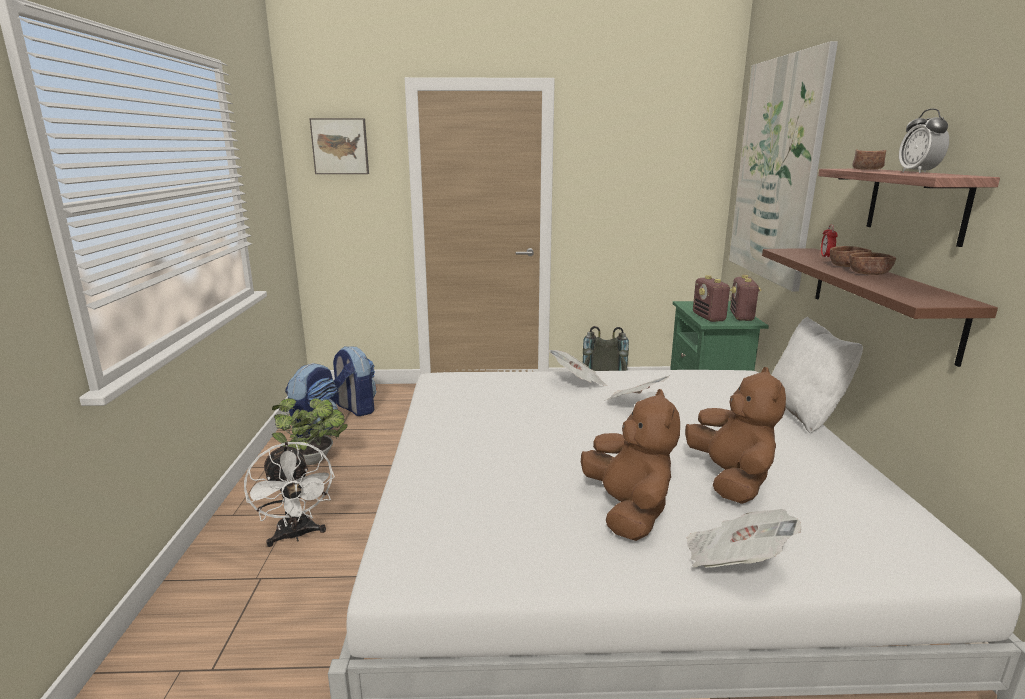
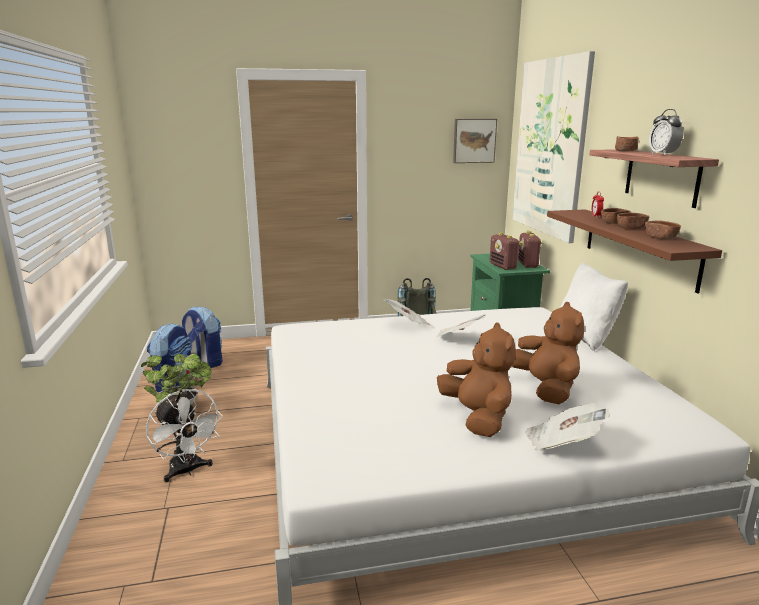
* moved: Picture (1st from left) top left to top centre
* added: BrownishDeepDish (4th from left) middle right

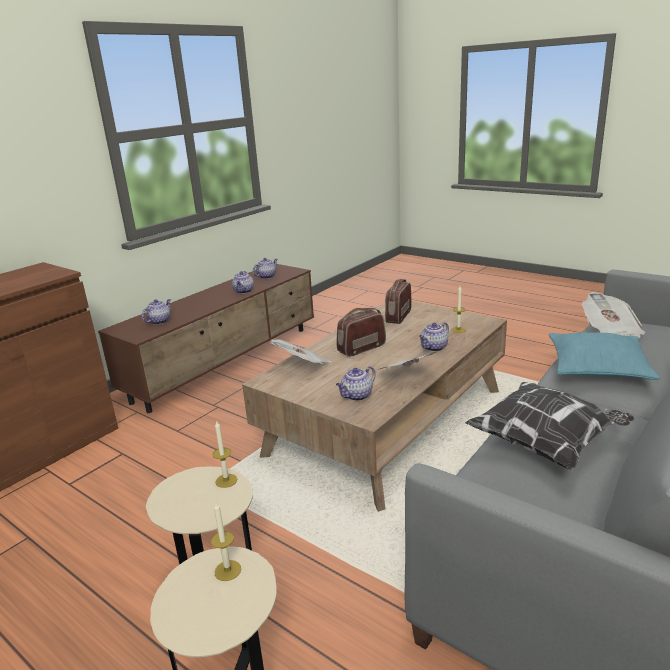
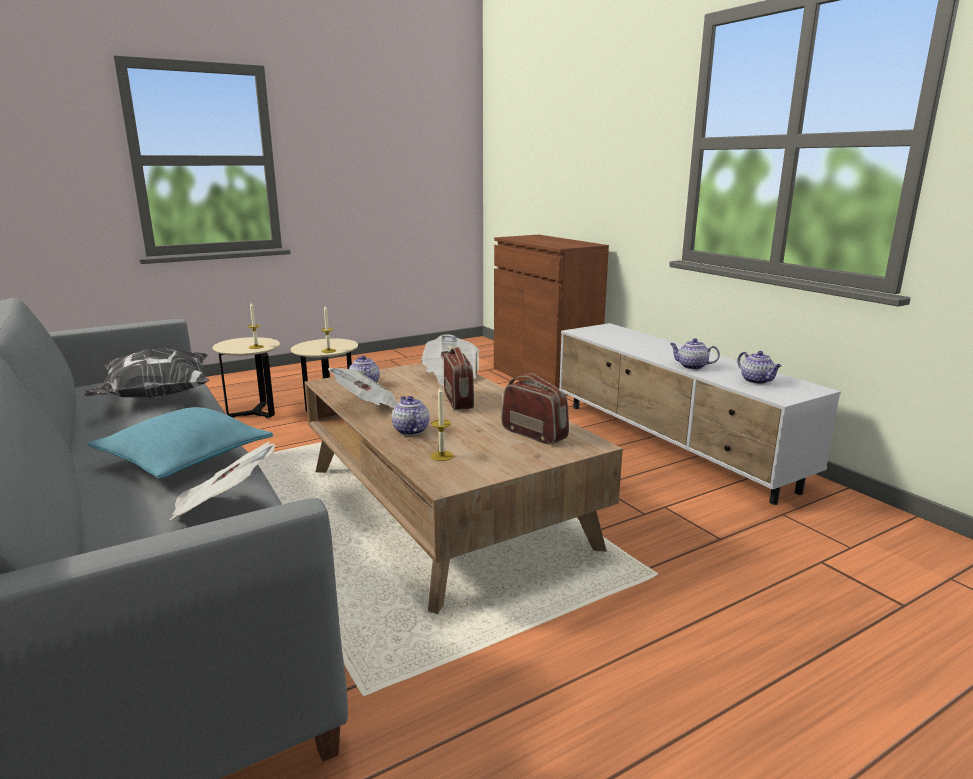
* recoloured: BrownishTvStand middle left to WhiteTvStand middle right
* removed: Teapot (1st from left) middle left

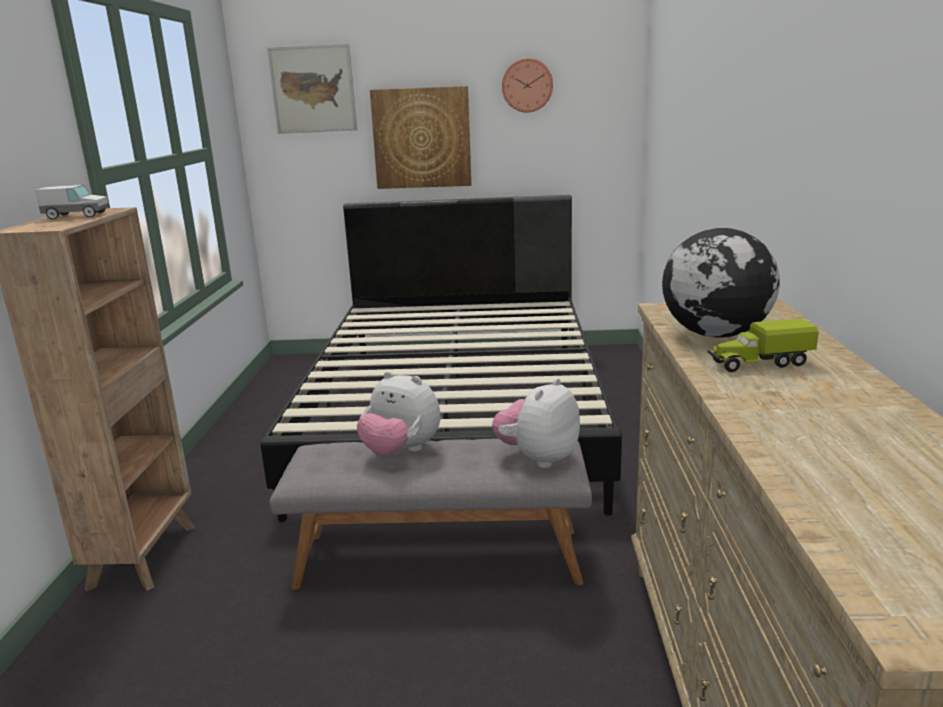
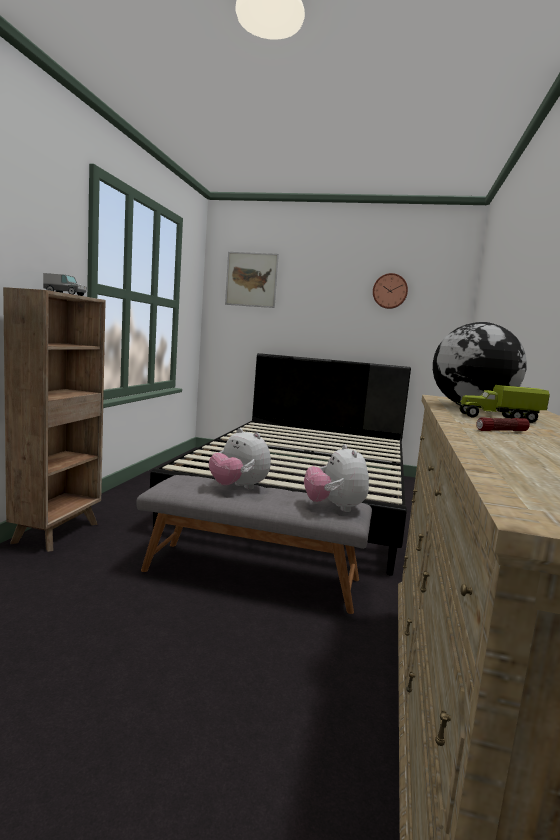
* turned: CuddlyToy (2nd from left) centre = centre 60 degrees counterclockwise
* added: HandTorch middle right
* removed: Picture (2nd from left) top centre

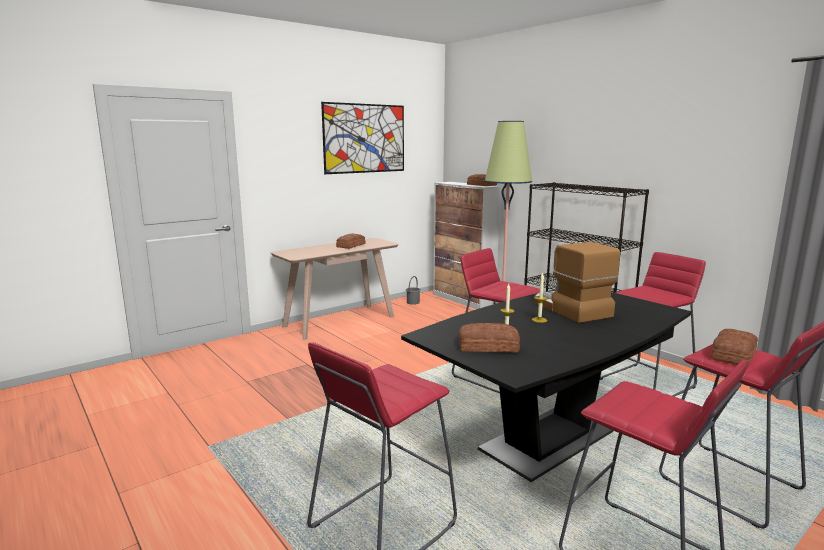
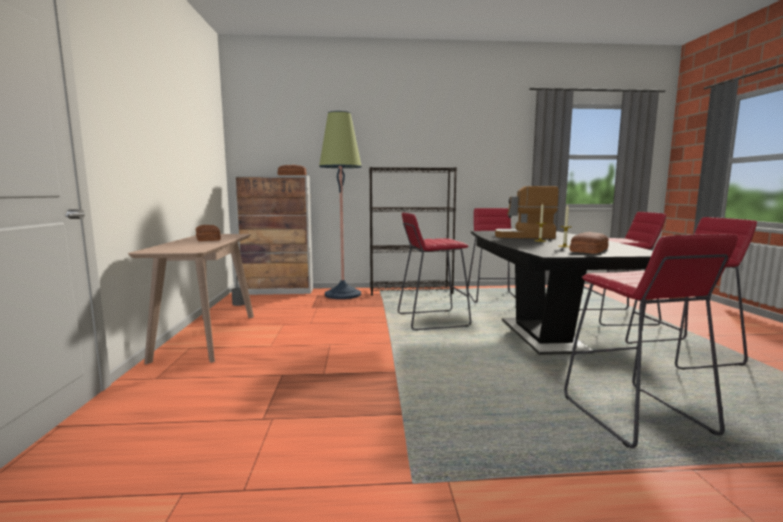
* removed: Picture top centre
* removed: BakeryBread (4th from left) middle right

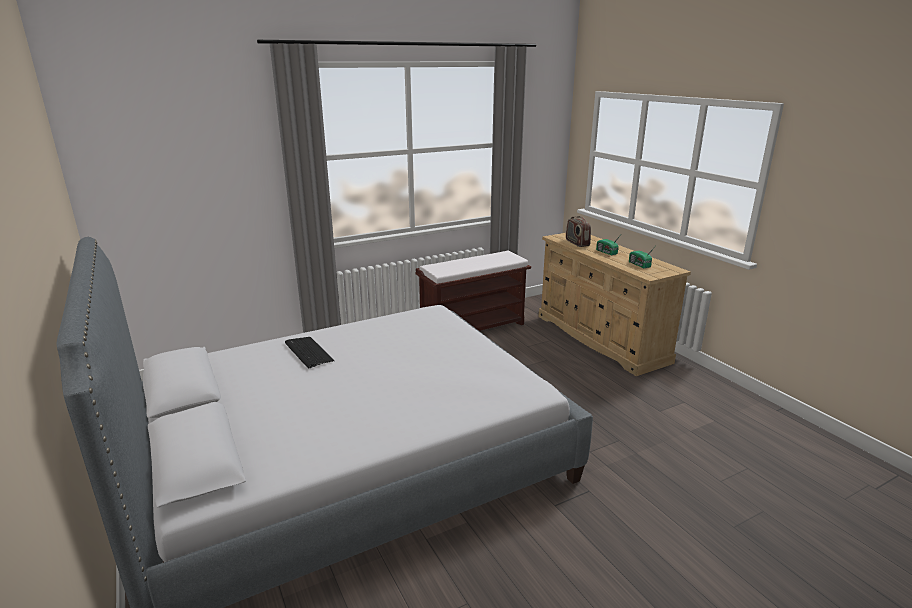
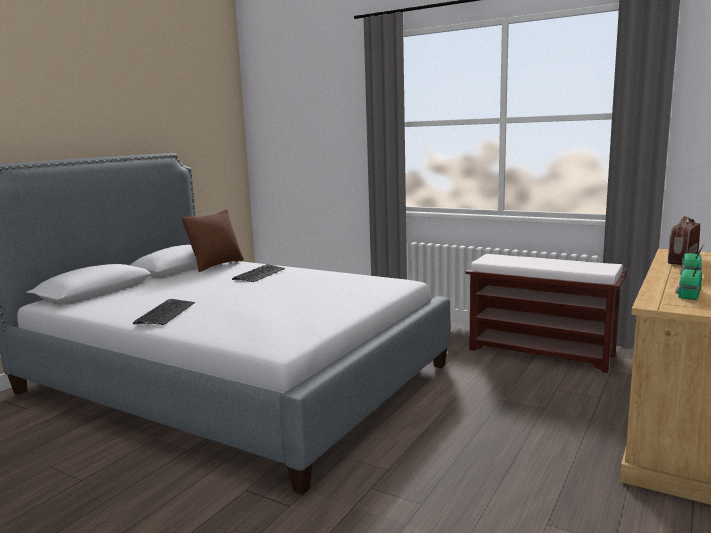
* added: PcKeyboard (1st from left) middle left
* added: BrownishCushion middle left

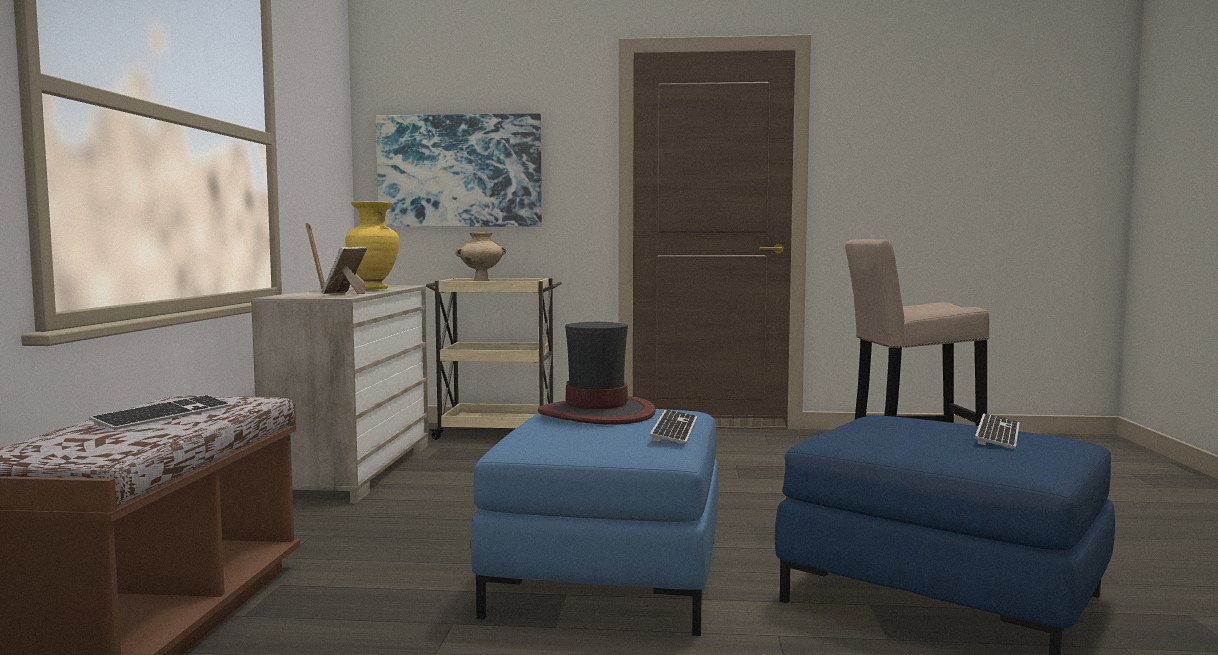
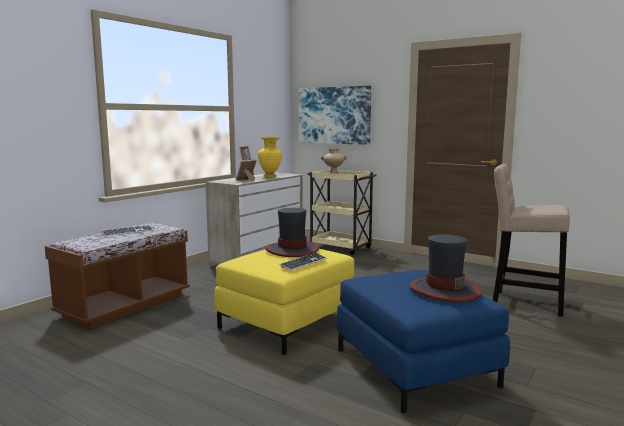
* recoloured: BlueColouredFootrest (1st from left) bottom centre to YellowColouredFootrest bottom centre
* replaced: PcKeyboard (3rd from left) middle right to ClothingHat (2nd from left) middle right

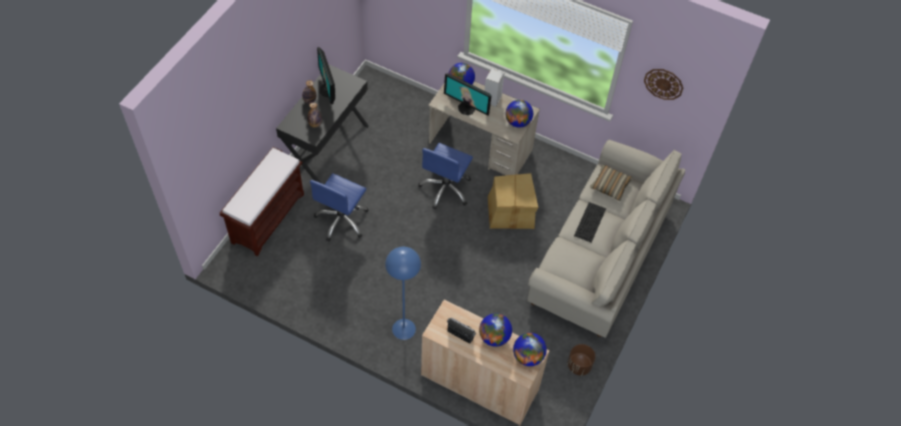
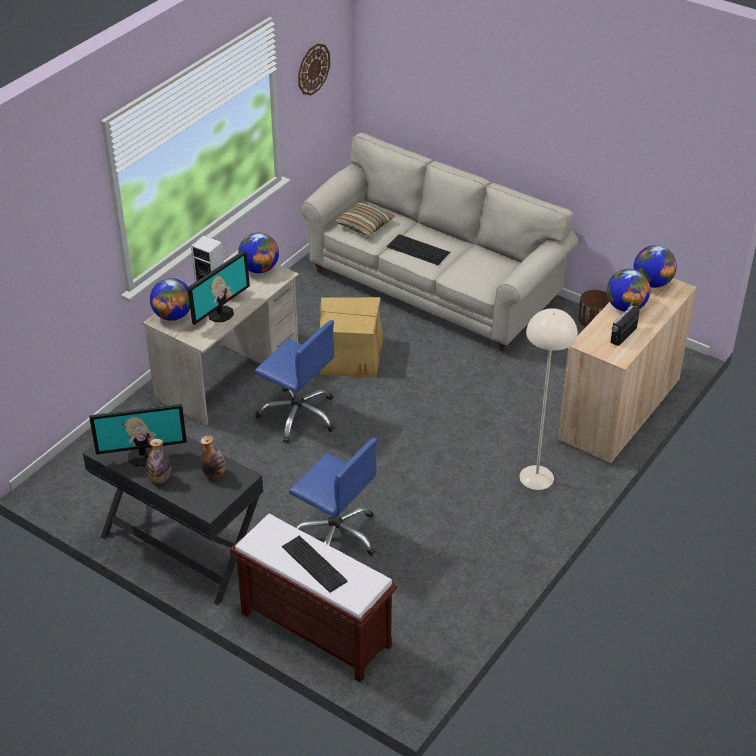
* added: PcKeyboard (1st from left) bottom centre
* recoloured: BlueColouredStandardLamp bottom centre to BeigeColouredStandardLamp middle right

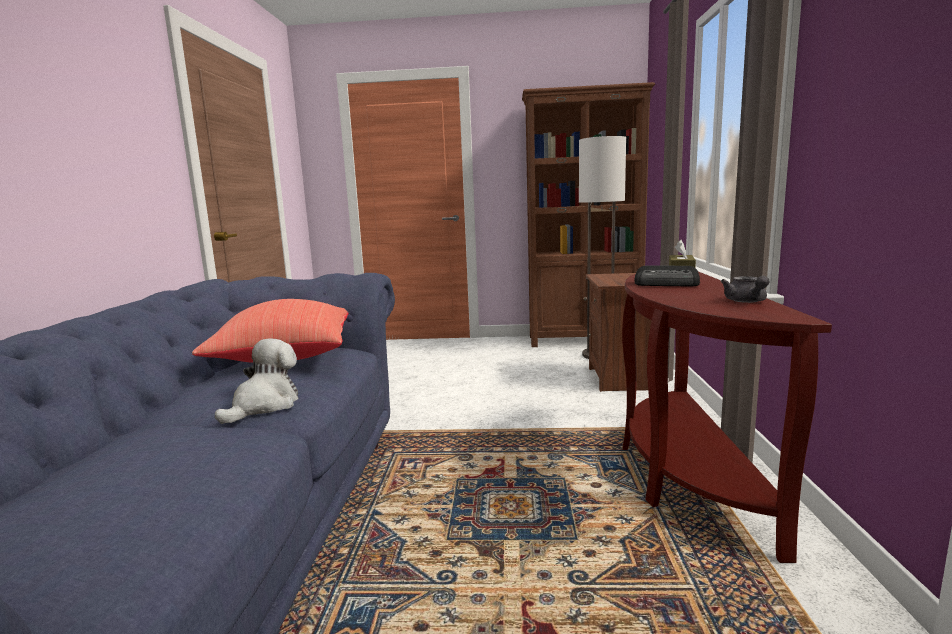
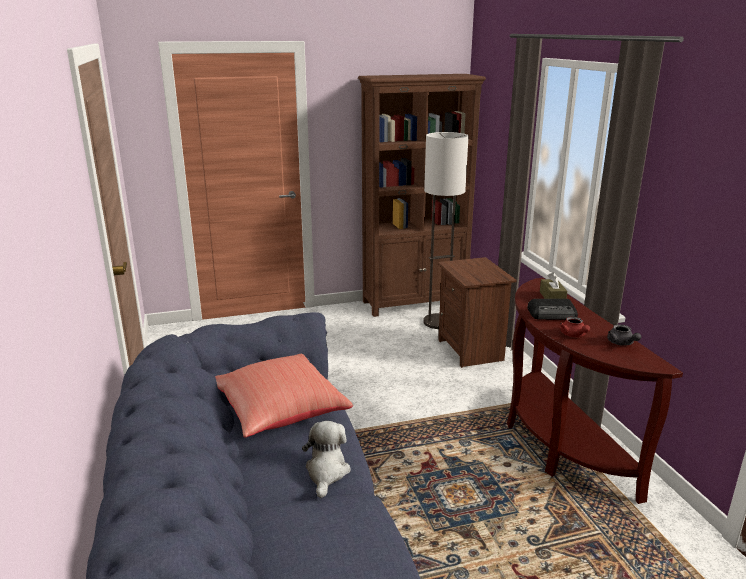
* added: RedColouredTeapot middle right

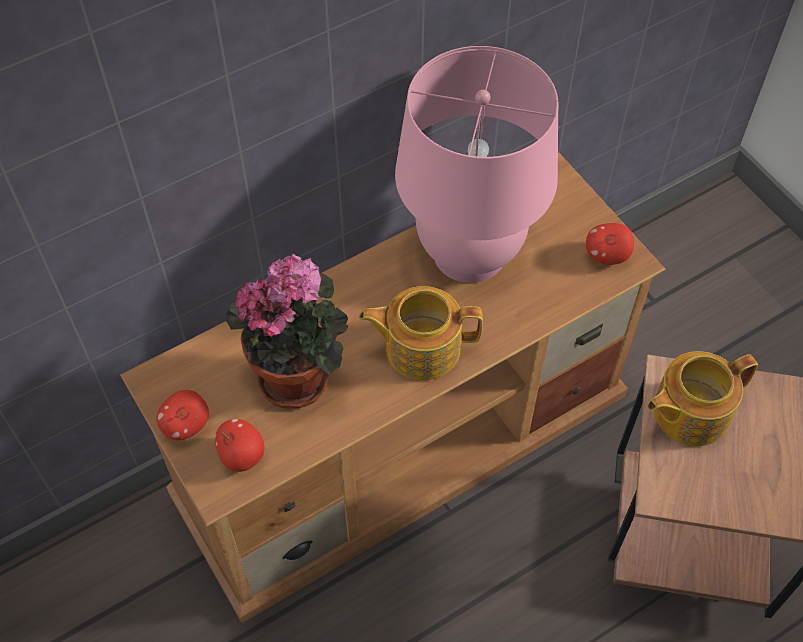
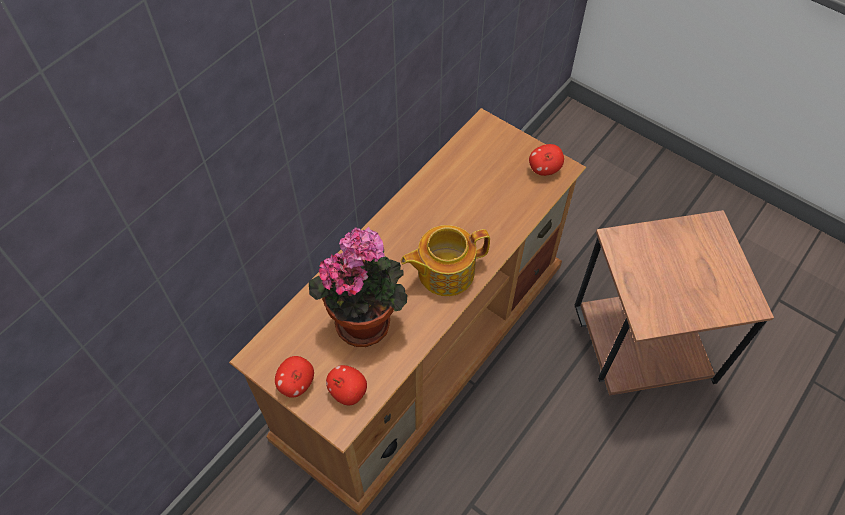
* removed: PinkishLampForATable top centre
* removed: Teapot (2nd from left) middle right

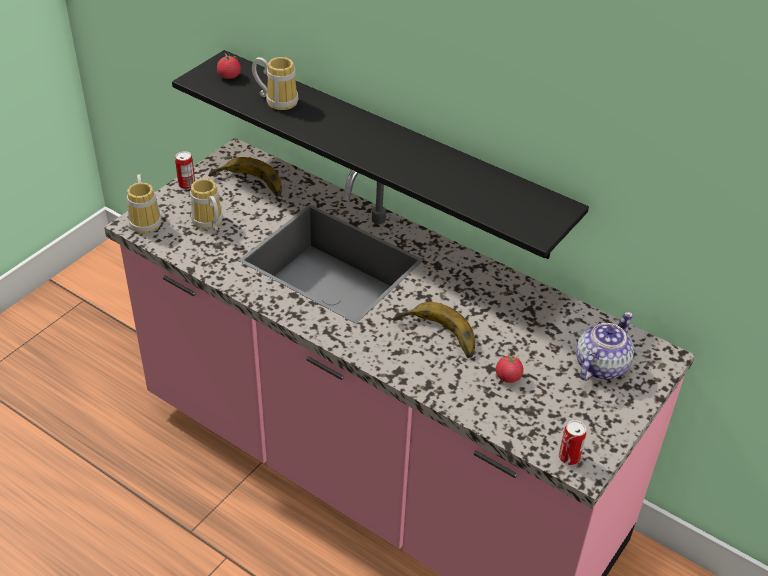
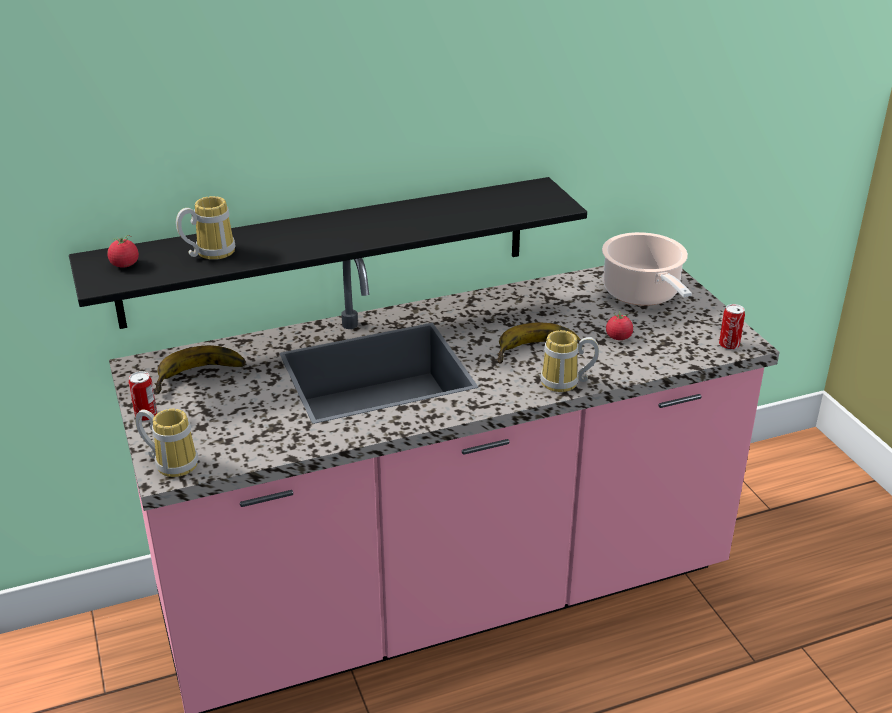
* moved: CoffeeMug (2nd from left in the first image) middle left to CoffeeMug (3rd from left) centre
* replaced: Teapot middle right to Stockpot middle right

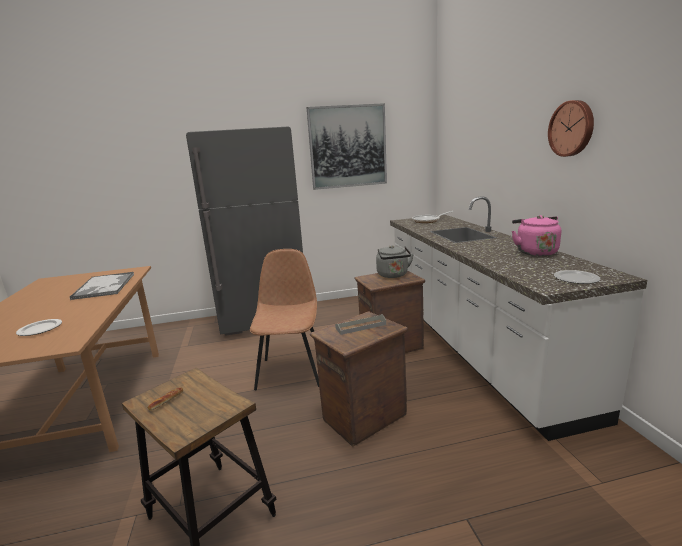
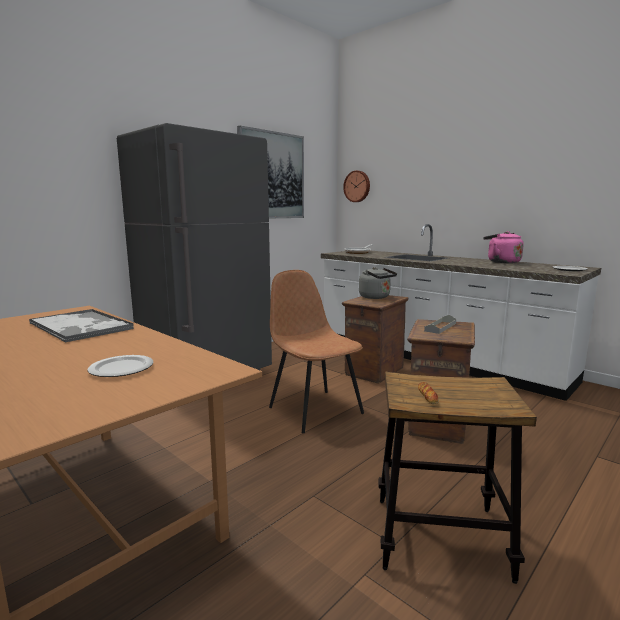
* moved: WallClock top right to top centre

